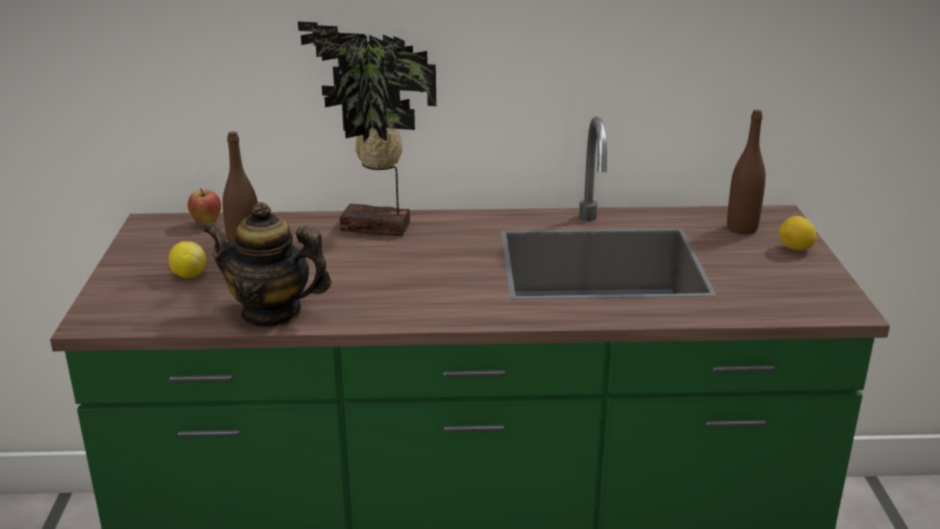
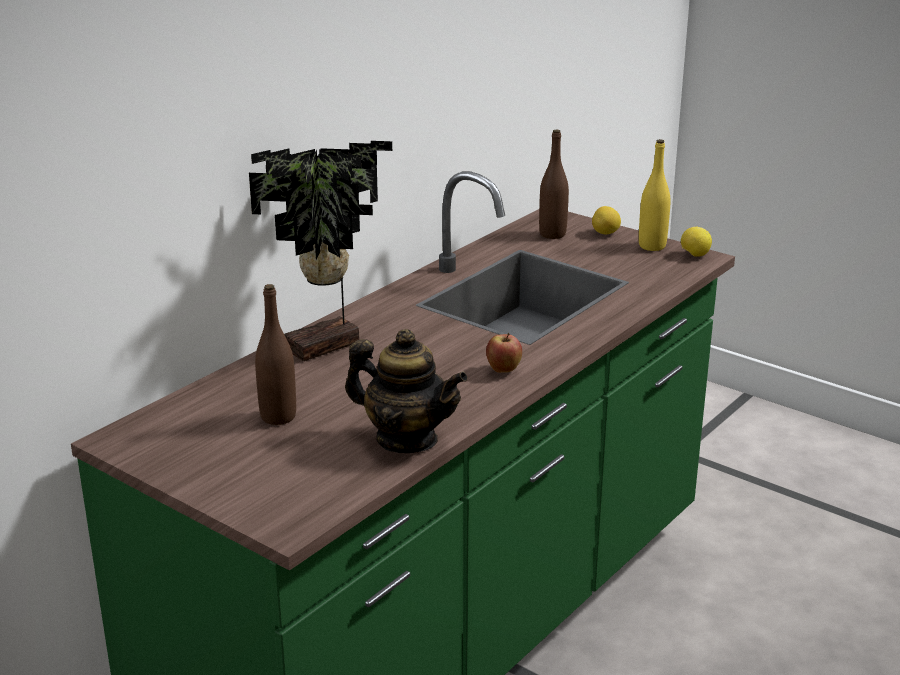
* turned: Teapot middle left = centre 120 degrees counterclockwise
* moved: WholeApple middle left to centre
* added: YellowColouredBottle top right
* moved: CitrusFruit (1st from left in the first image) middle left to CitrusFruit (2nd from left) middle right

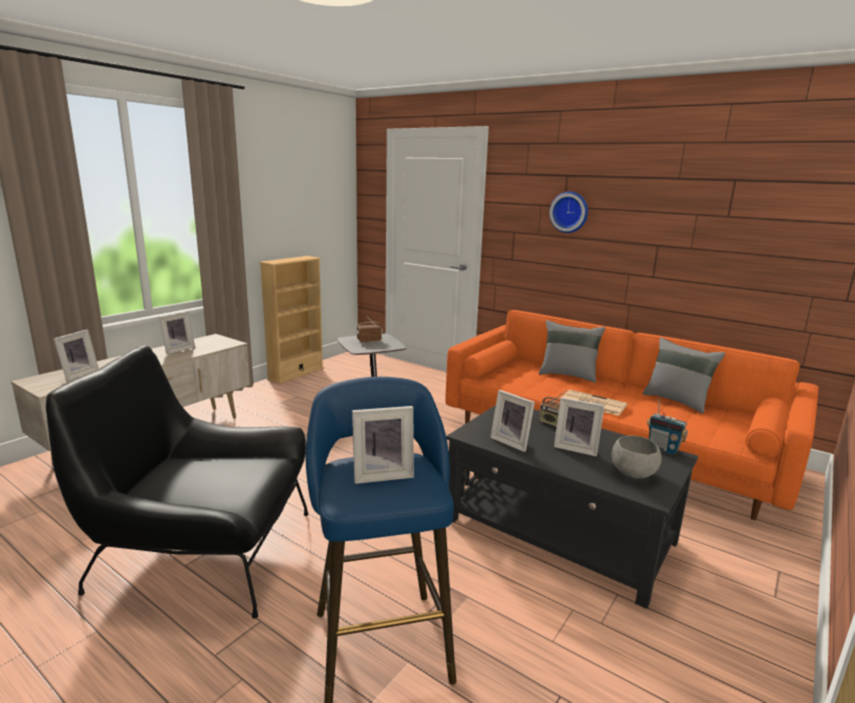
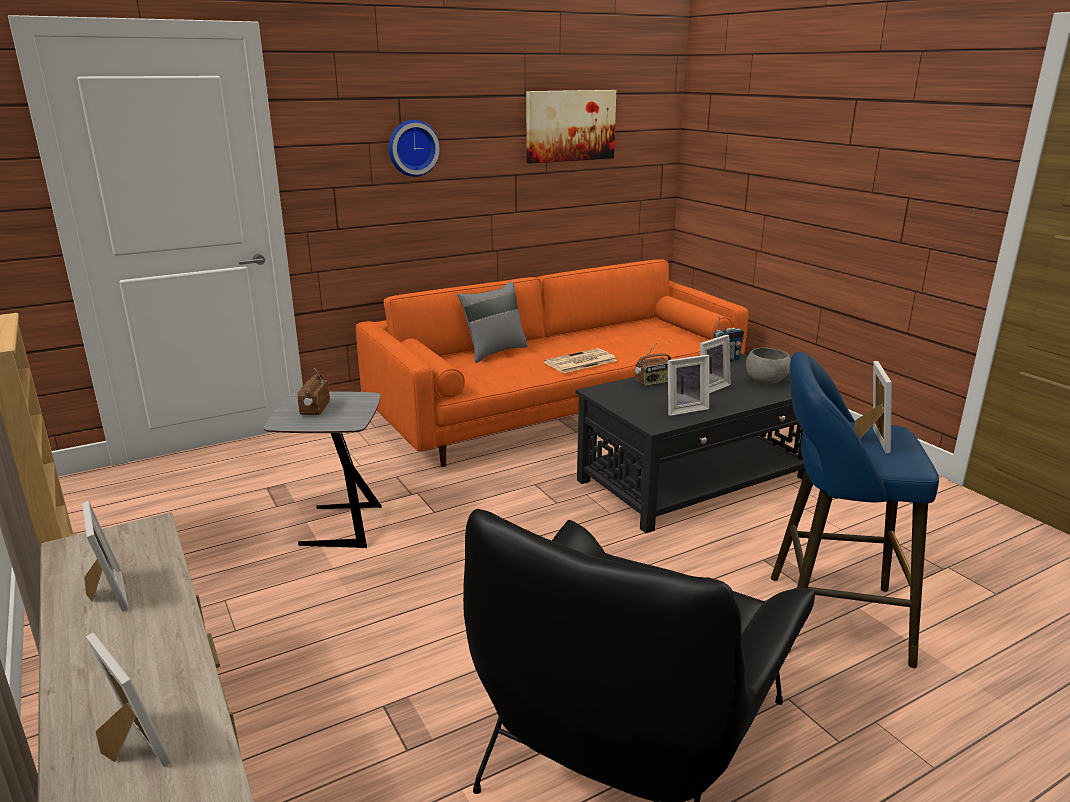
* added: Picture top centre
* removed: GrayCushion (2nd from left) middle right

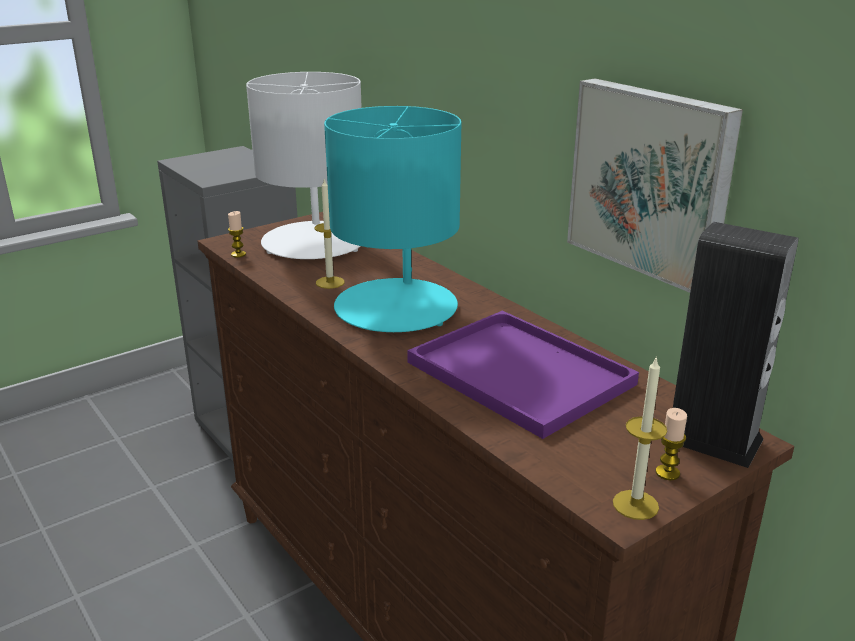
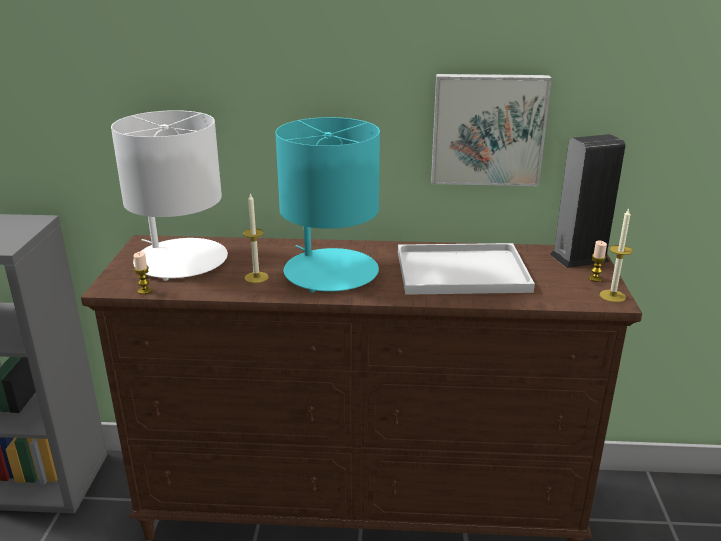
* recoloured: PurplishServingTray centre to WhiteServingTray centre

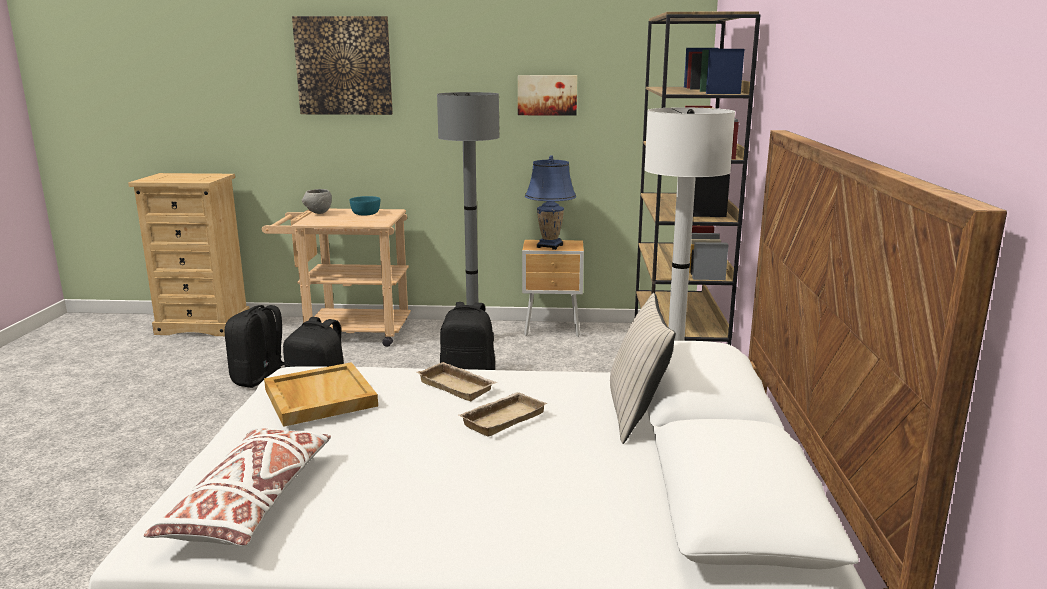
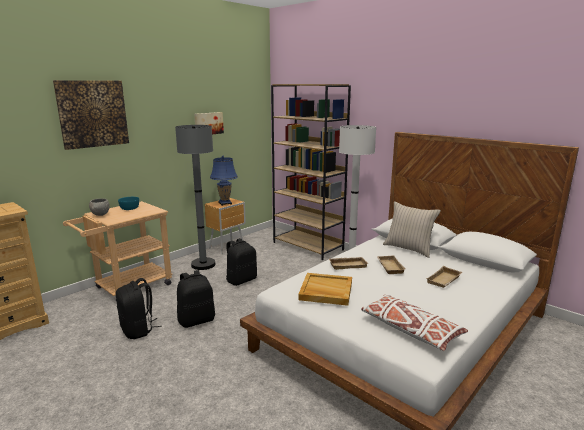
* added: BeigeColouredServingTray (4th from left) middle right

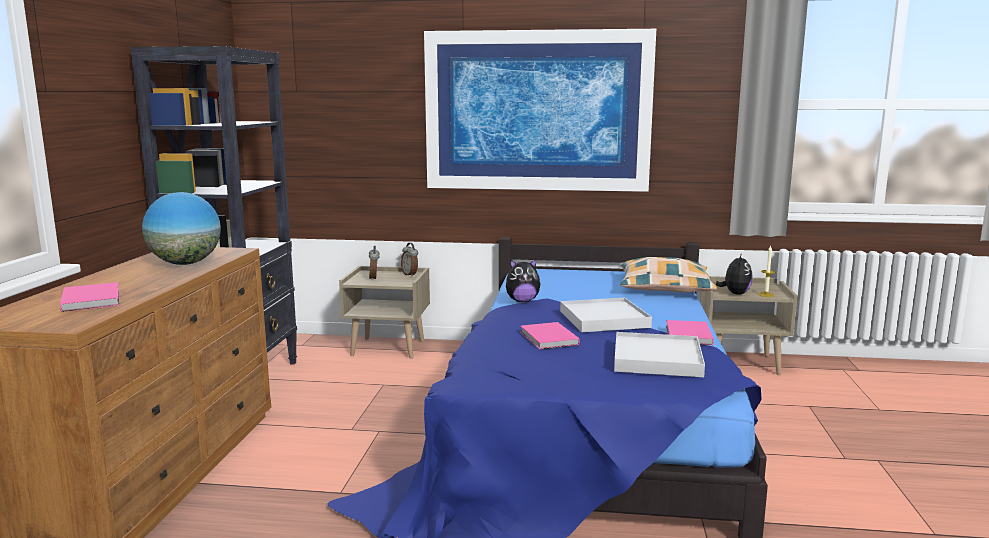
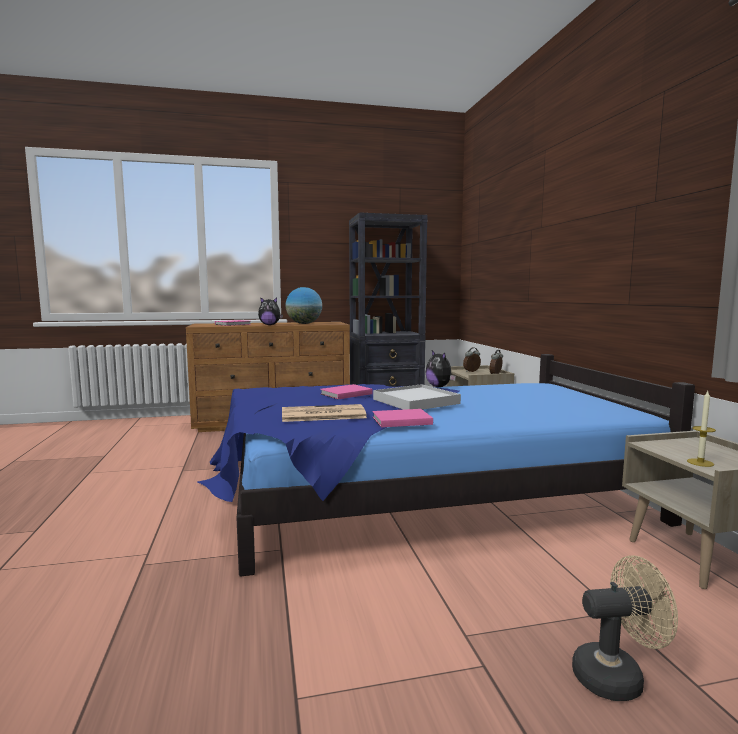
* moved: CuddlyToy (2nd from left in the first image) middle right to CuddlyToy (1st from left) centre
* replaced: WhiteServingTray (2nd from left) centre to DailyPaper centre
* added: BeigeColouredElectricFan bottom right
* removed: Picture top centre
* removed: Cushion middle right

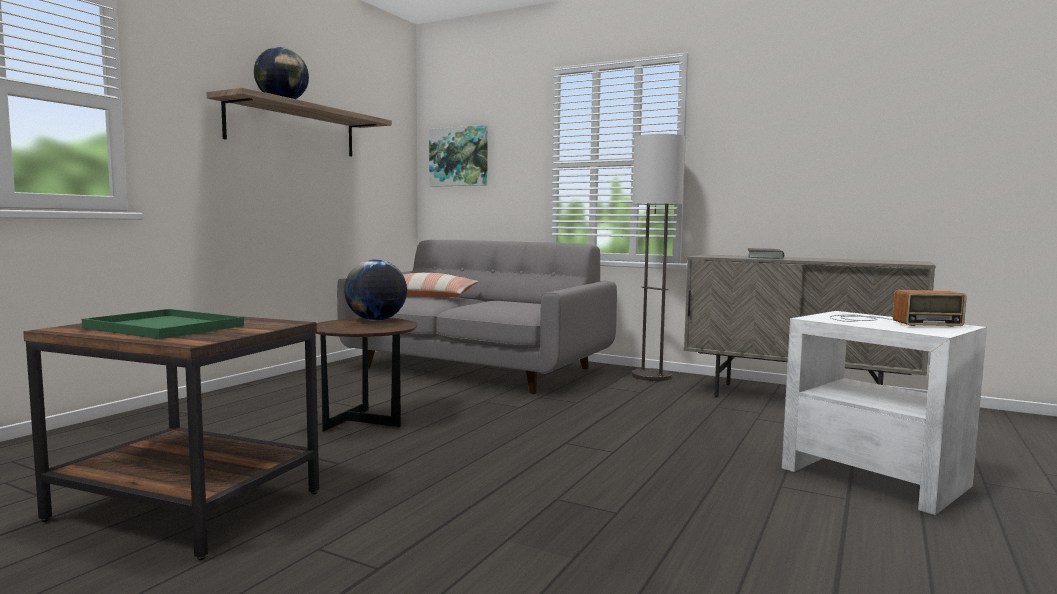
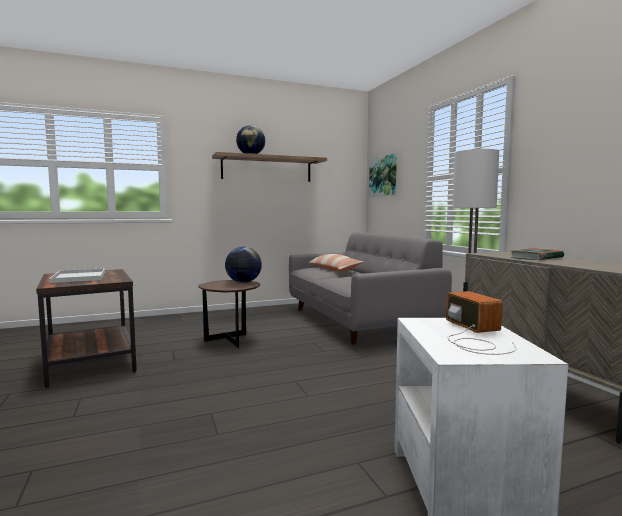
* recoloured: GreenServingTray middle left to WhiteServingTray middle left
* turned: RadioReceiver middle right = middle right 150 degrees counterclockwise

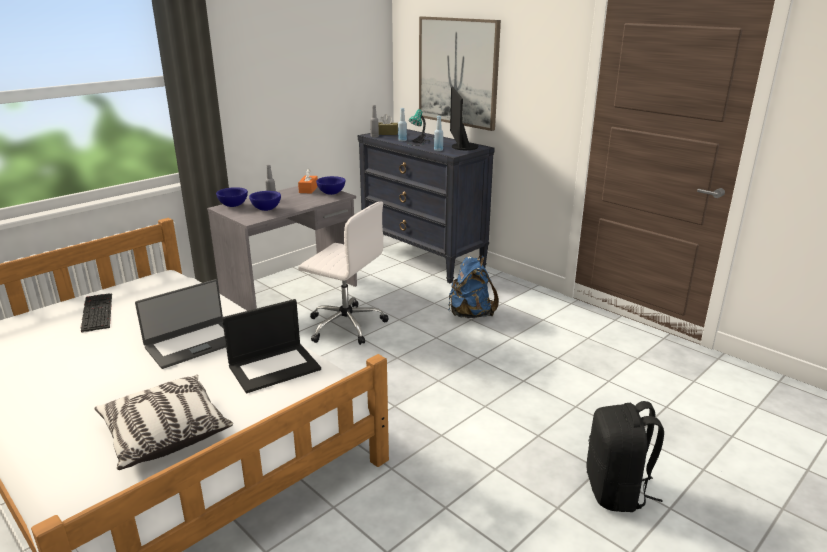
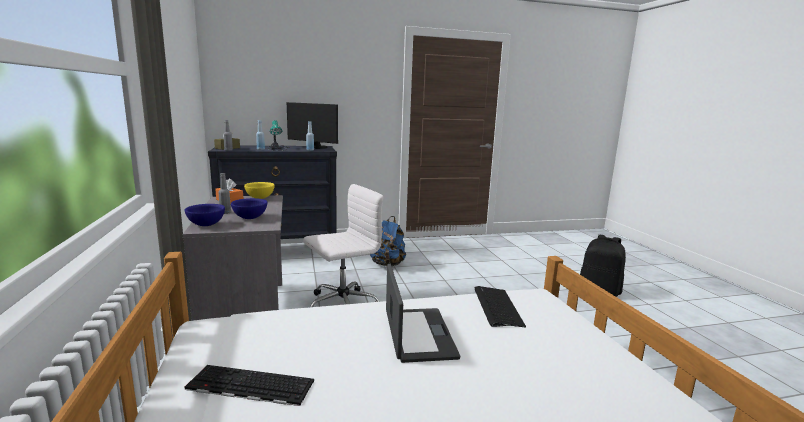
* recoloured: BlueColouredDeepDish (3rd from left) centre to YellowColouredDeepDish middle left
* replaced: Laptop (2nd from left) middle left to PcKeyboard (2nd from left) bottom centre
* removed: Cushion bottom left
* removed: Picture top centre

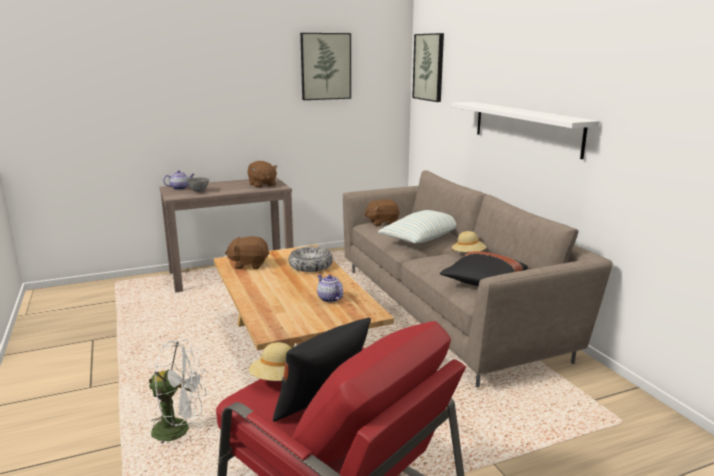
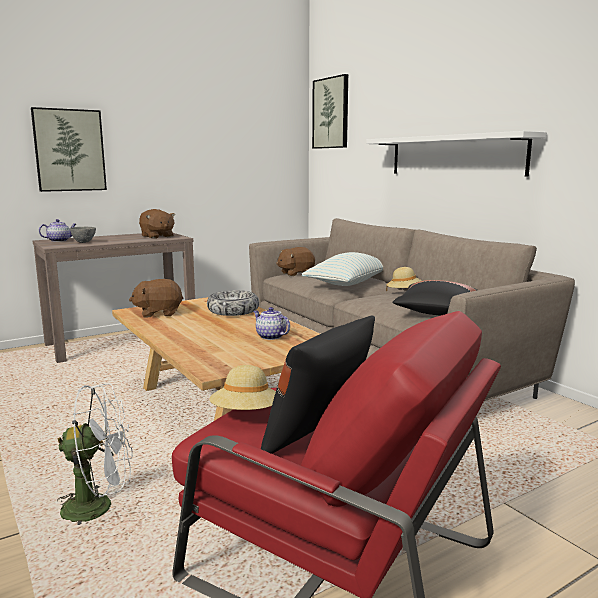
* moved: Picture (1st from left) top centre to top left

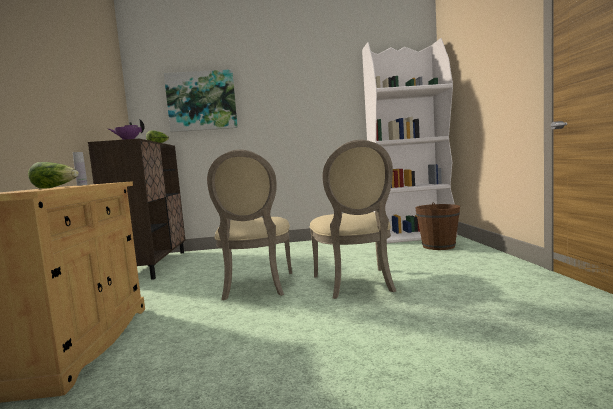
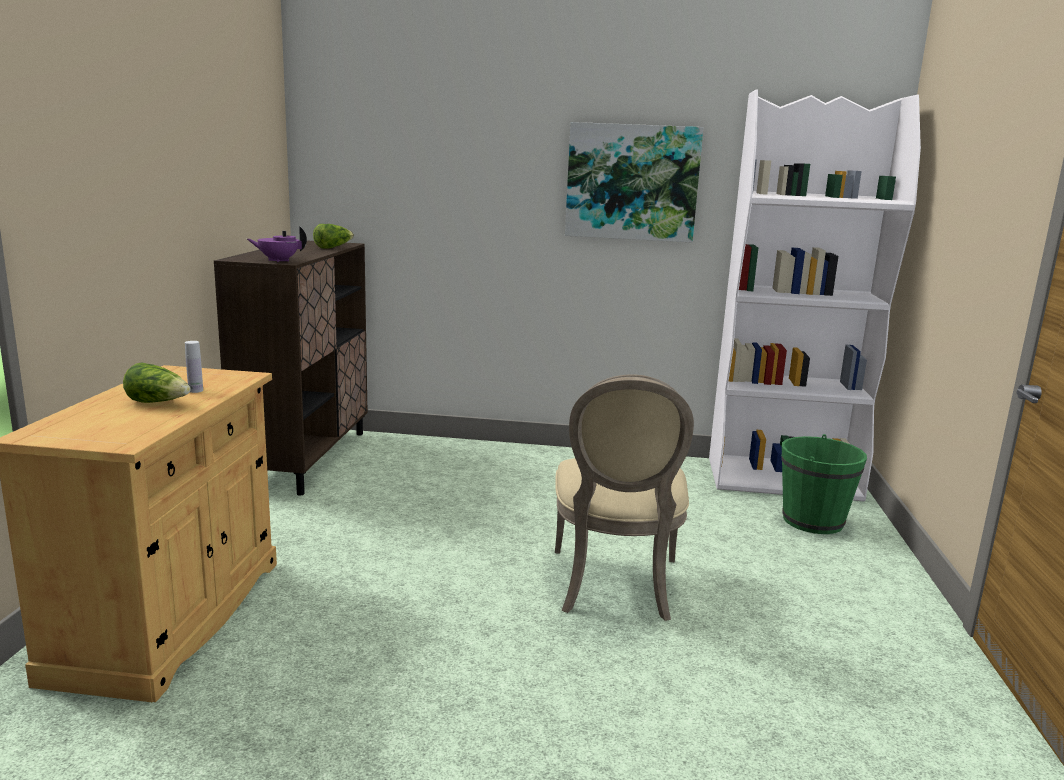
* moved: Picture top left to top centre
* recoloured: BrownishBucket middle right to GreenBucket middle right
* removed: BeigeColouredUprightChair (1st from left) centre

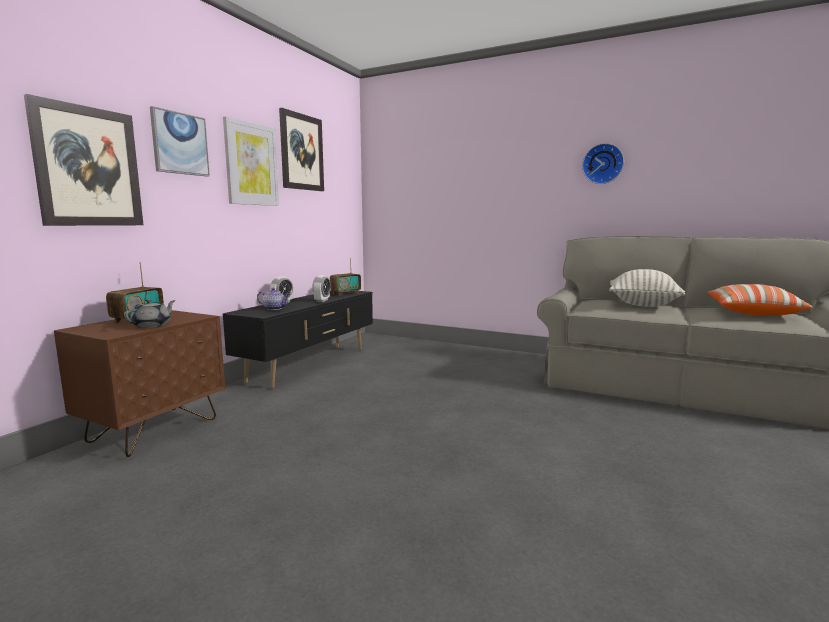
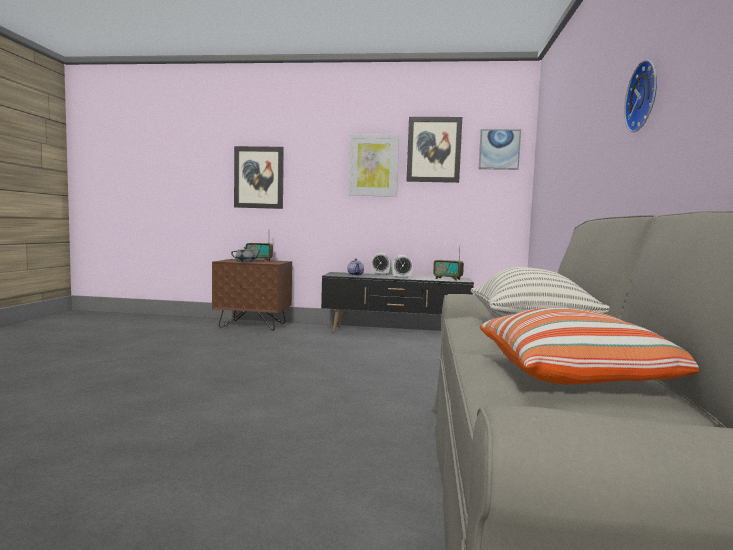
* moved: Picture (2nd from left in the first image) top left to Picture (4th from left) top right

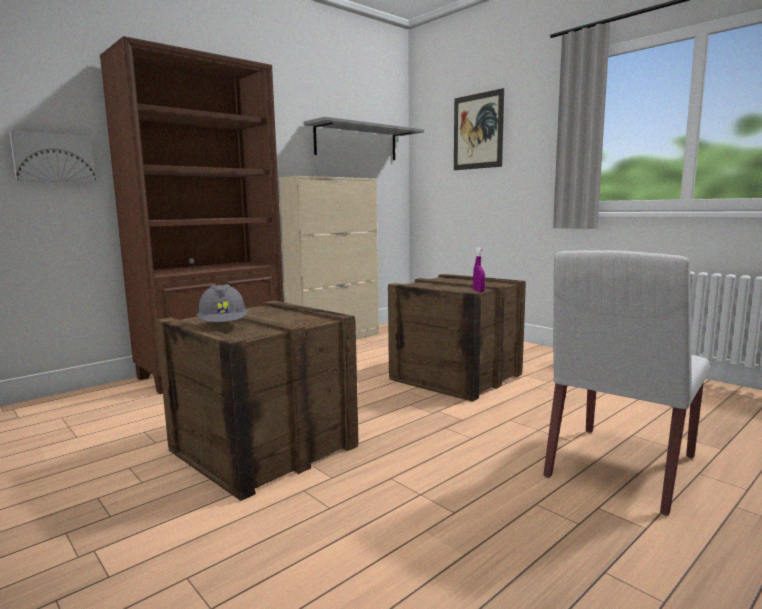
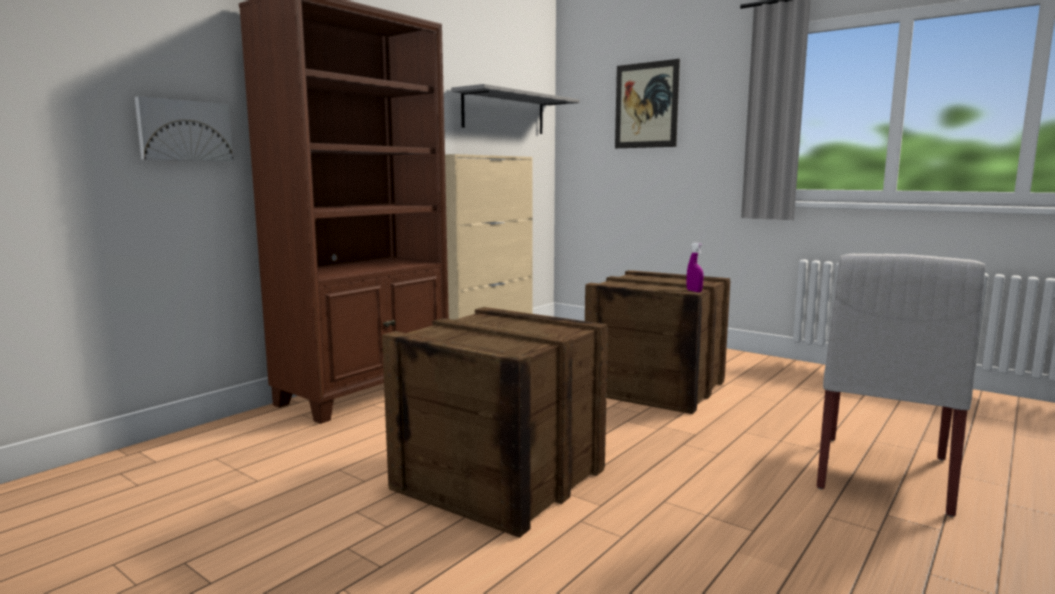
* removed: GrayHardHat middle left

